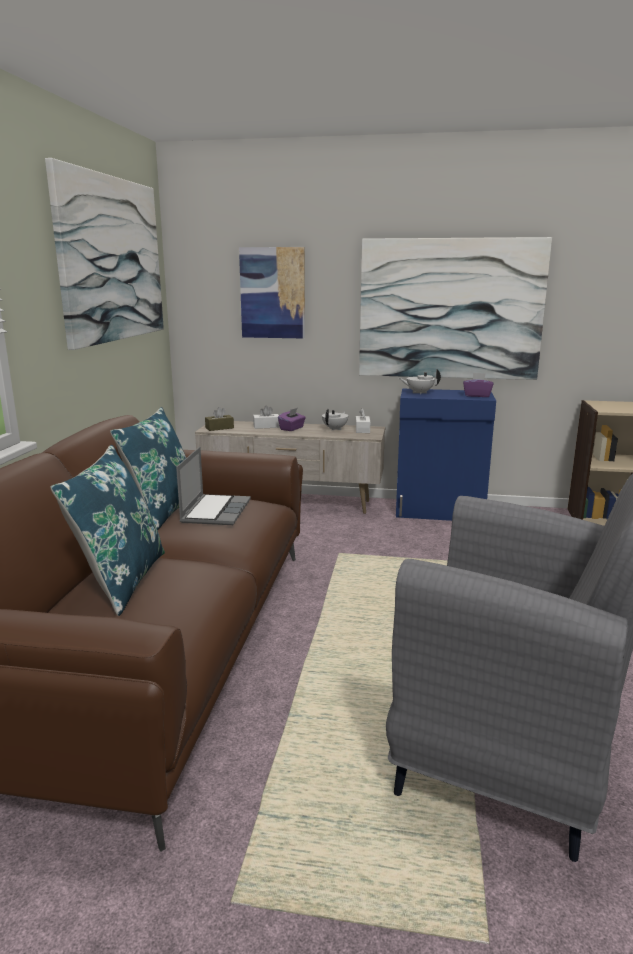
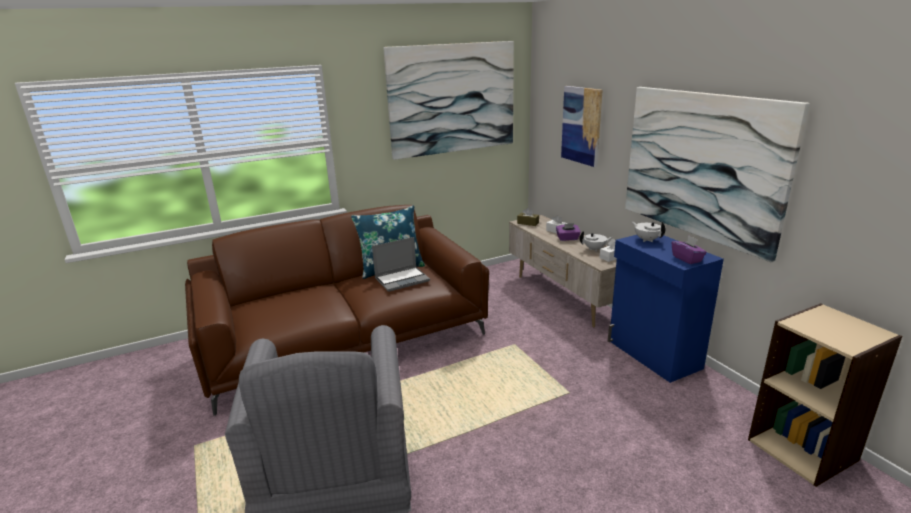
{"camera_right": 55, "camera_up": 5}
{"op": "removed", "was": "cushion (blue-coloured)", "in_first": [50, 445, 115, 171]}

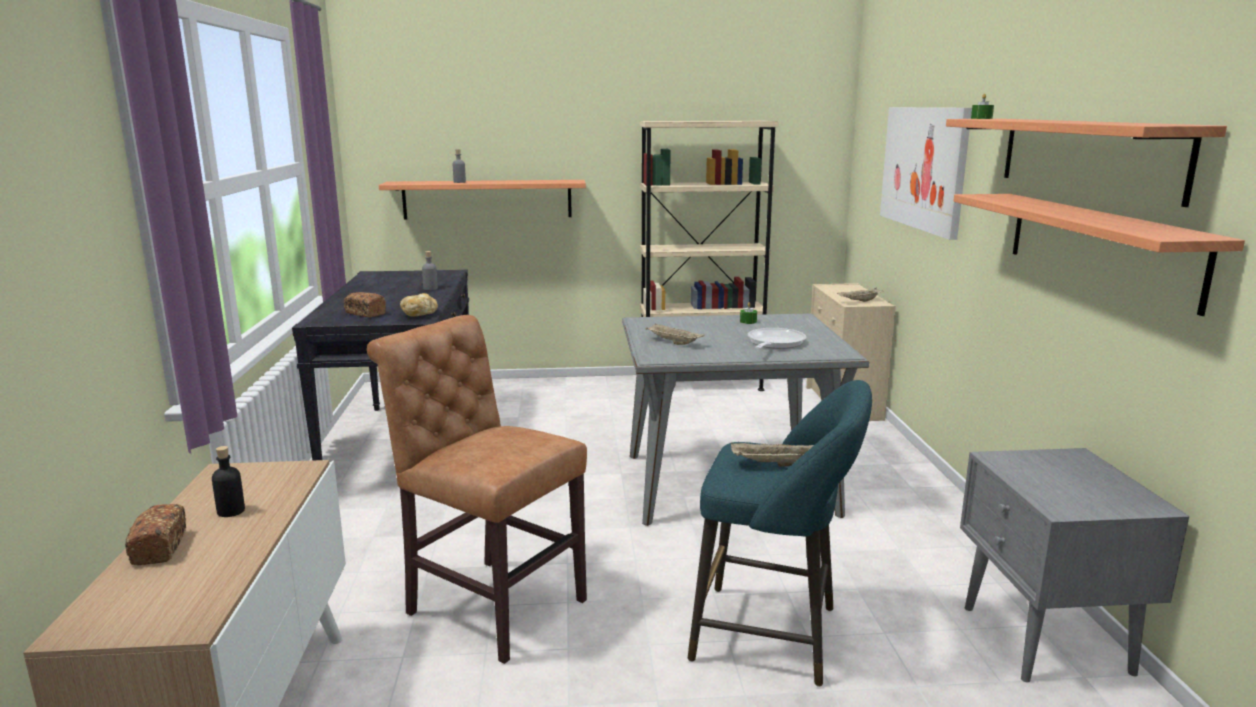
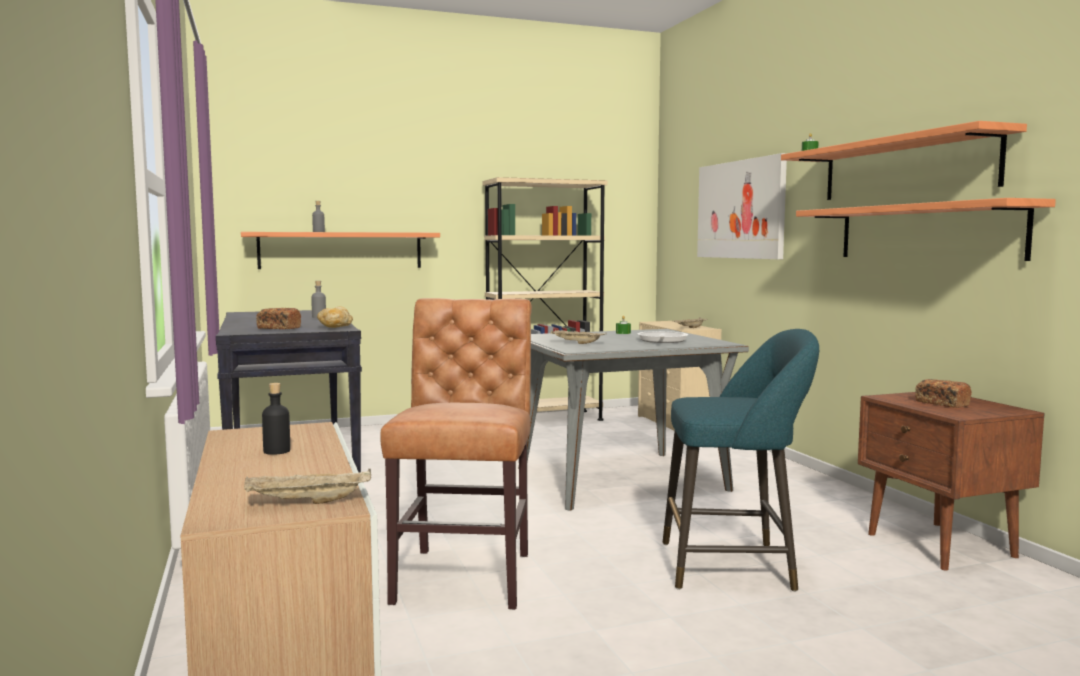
{"camera_right": -15, "camera_up": -10}
{"op": "turned", "was": "upright chair (brown-coloured)", "in_first": [367, 315, 220, 349], "in_second": [380, 298, 152, 312], "clockwise": 75}
{"op": "moved", "was": "tray (beige-coloured)", "in_first": [731, 443, 83, 24], "in_second": [244, 469, 127, 35]}
{"op": "recoloured", "was": "night table (greyish)", "now": "night table (brown-coloured)", "in_first": [960, 448, 229, 234], "in_second": [858, 392, 187, 179]}
{"op": "moved", "was": "bakery bread", "in_first": [125, 504, 61, 61], "in_second": [915, 379, 57, 29]}

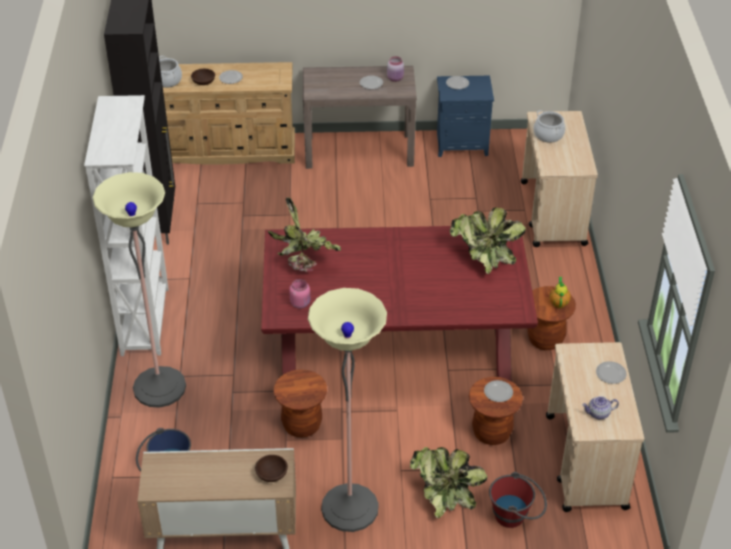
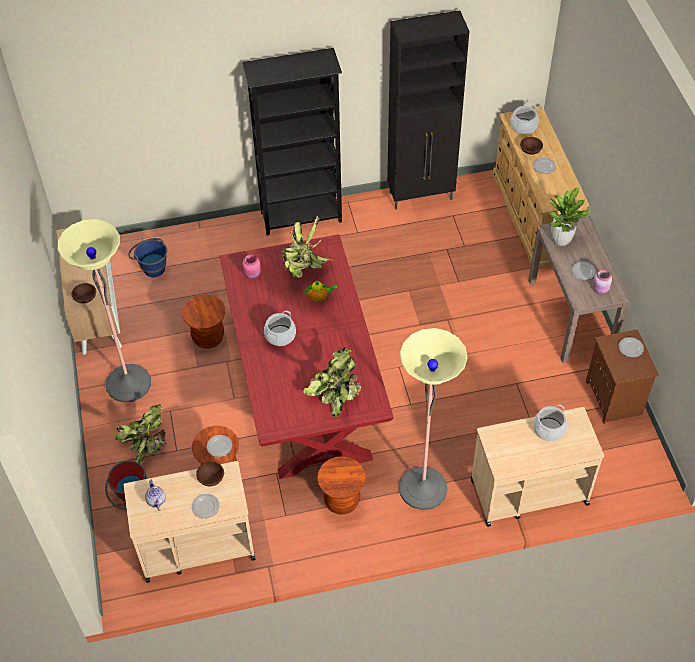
{"camera_right": 80, "camera_up": 10}
{"op": "recoloured", "was": "night table (blue-coloured)", "now": "night table (brown-coloured)", "in_first": [437, 76, 57, 81], "in_second": [586, 329, 73, 95]}
{"op": "recoloured", "was": "bookshelf (whitish)", "now": "bookshelf (black-coloured)", "in_first": [84, 95, 85, 261], "in_second": [242, 48, 100, 187]}
{"op": "moved", "was": "standing lamp", "in_first": [93, 172, 93, 236], "in_second": [399, 328, 69, 182]}
{"op": "moved", "was": "pot for tea", "in_first": [550, 277, 21, 31], "in_second": [304, 281, 33, 22]}
{"op": "added", "now": "houseplant", "in_second": [549, 187, 41, 59]}
{"op": "added", "now": "cooking pot", "in_second": [264, 310, 32, 36]}
{"op": "added", "now": "bowl (brown-coloured)", "in_second": [196, 461, 28, 25]}

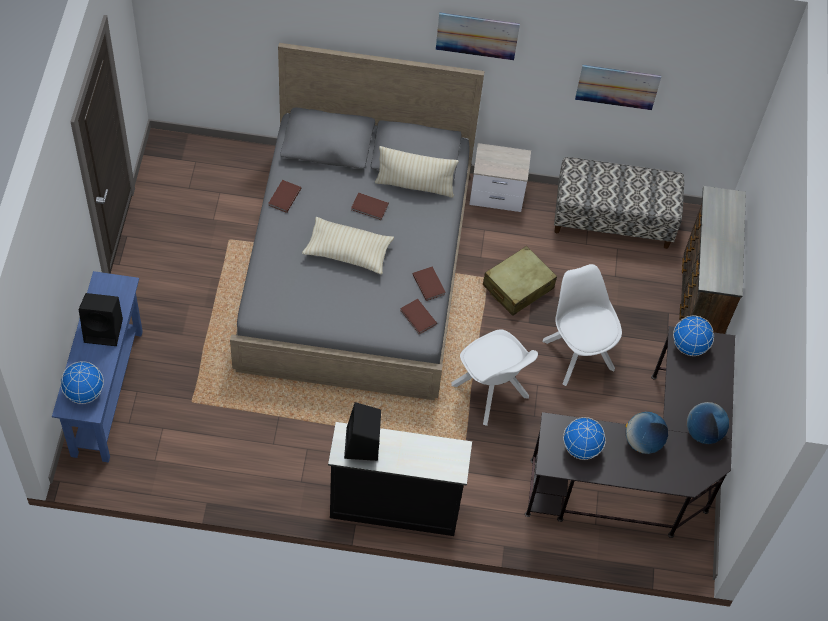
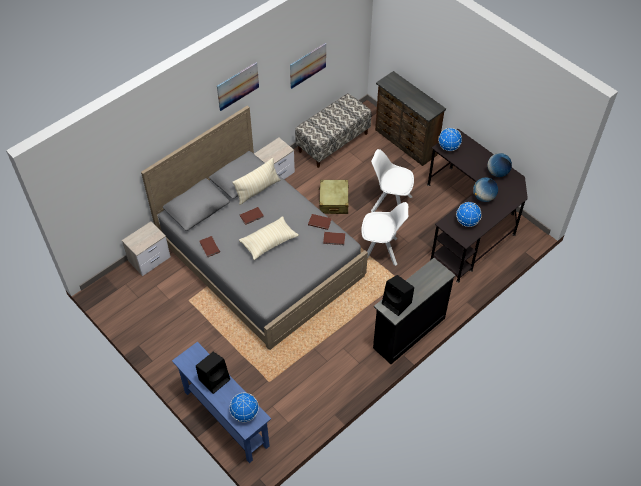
{"camera_right": -45, "camera_up": -5}
{"op": "added", "now": "night table", "in_second": [122, 221, 49, 55]}

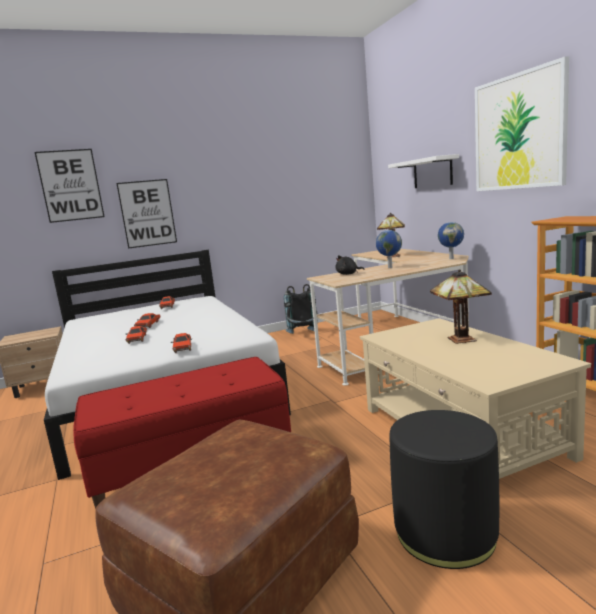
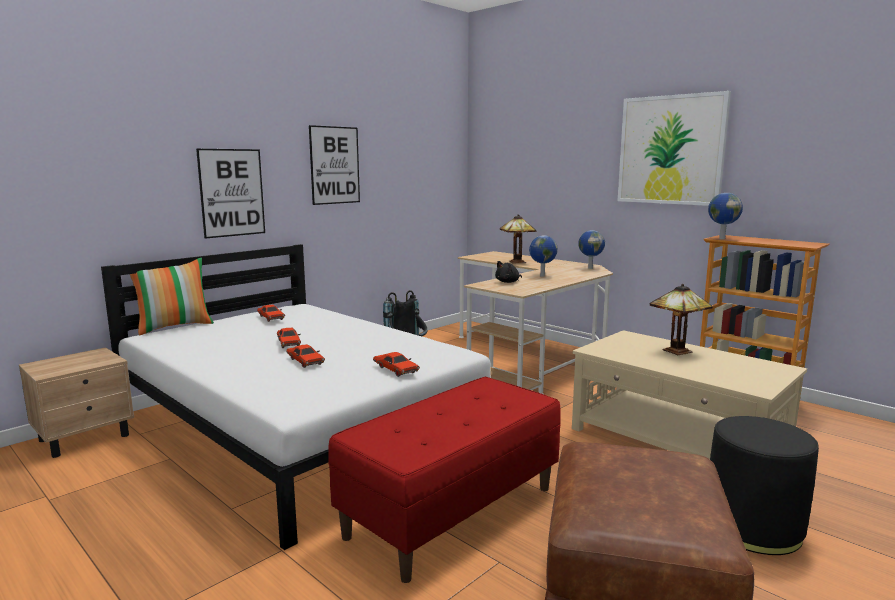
{"camera_right": -25, "camera_up": 0}
{"op": "moved", "was": "picture", "in_first": [35, 149, 70, 74], "in_second": [309, 125, 51, 80]}
{"op": "removed", "was": "shelf (whitish)", "in_first": [388, 154, 71, 34]}
{"op": "added", "now": "world globe", "in_second": [708, 193, 35, 46]}
{"op": "added", "now": "cushion", "in_second": [130, 258, 84, 77]}

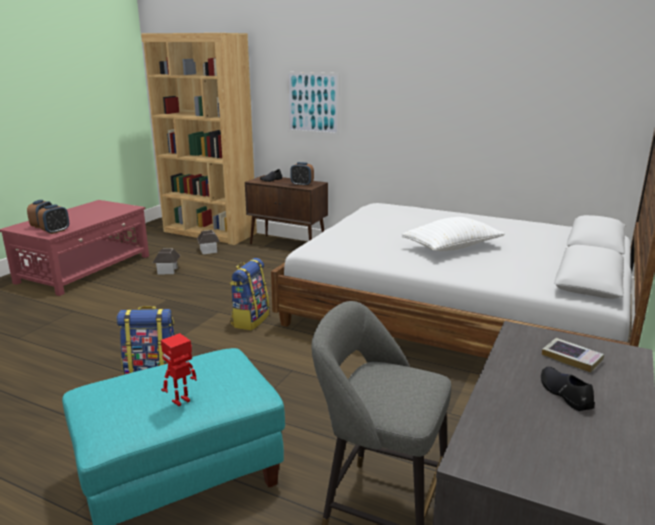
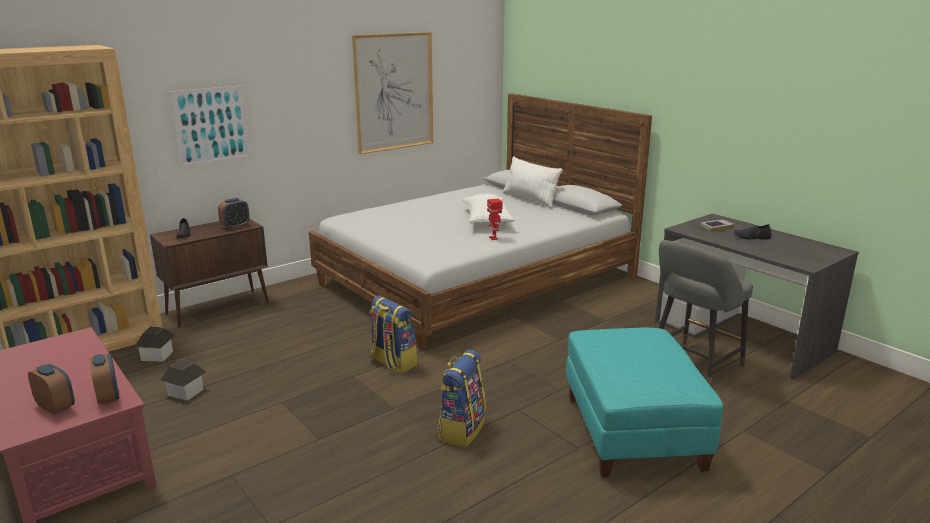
{"camera_right": -65, "camera_up": 0}
{"op": "moved", "was": "robot figure", "in_first": [161, 333, 36, 73], "in_second": [487, 198, 16, 42]}
{"op": "added", "now": "picture", "in_second": [352, 32, 81, 122]}
{"op": "added", "now": "cushion (whitish)", "in_second": [503, 156, 60, 52]}

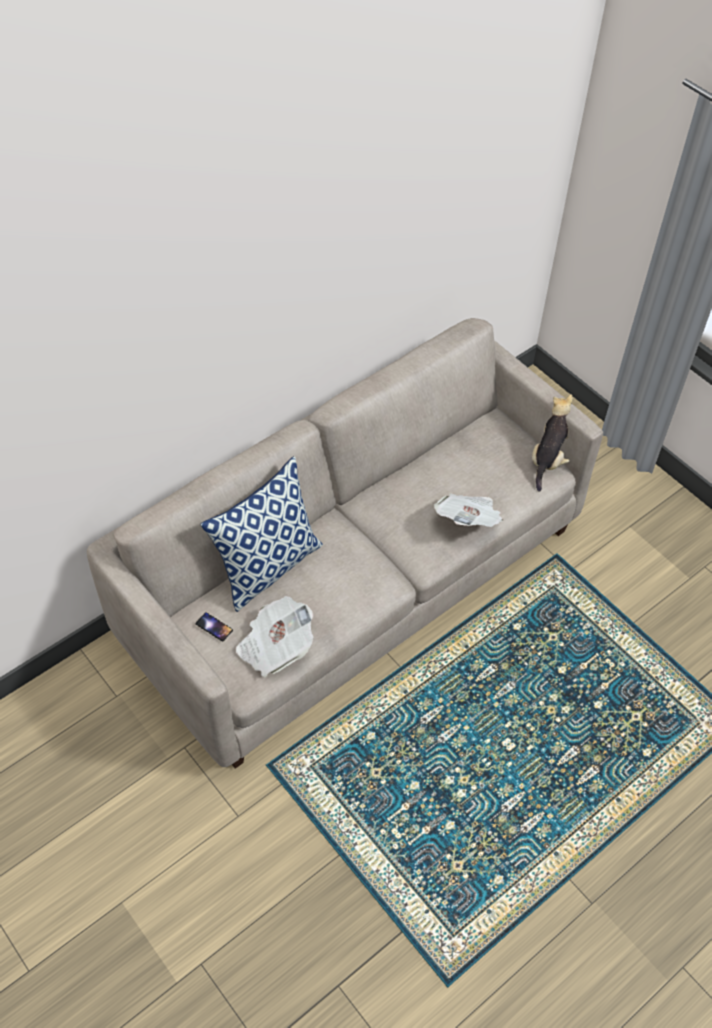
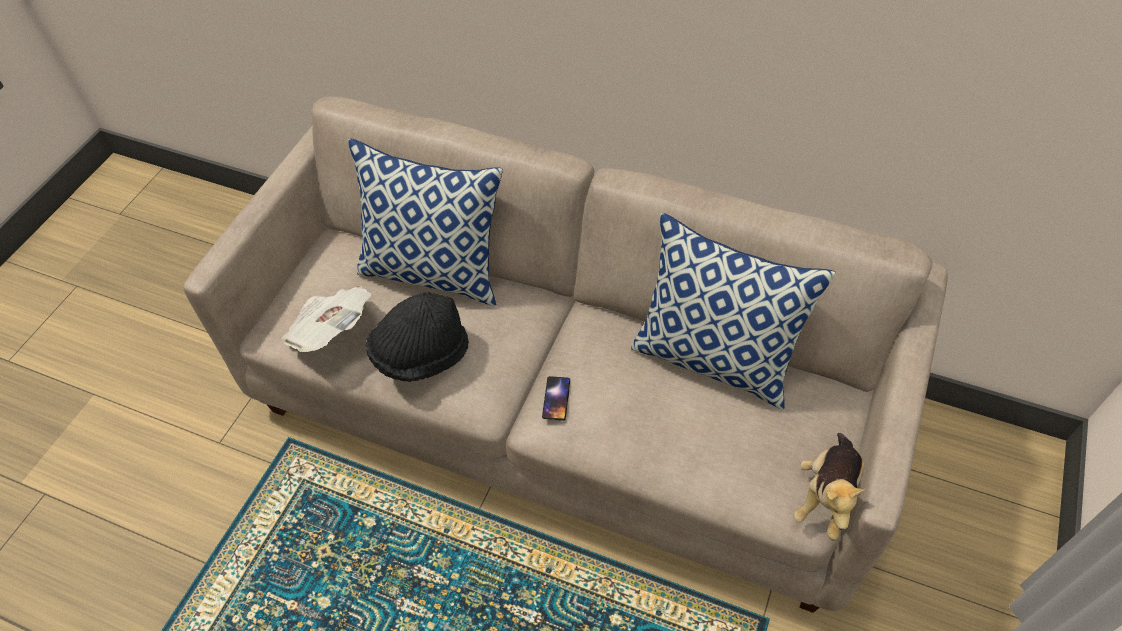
{"camera_right": 65, "camera_up": 0}
{"op": "turned", "was": "plush toy", "in_first": [532, 394, 41, 98], "in_second": [793, 433, 73, 108], "clockwise": 120}
{"op": "removed", "was": "newspaper", "in_first": [434, 493, 69, 34]}
{"op": "moved", "was": "telephone", "in_first": [196, 612, 37, 29], "in_second": [542, 376, 28, 44]}
{"op": "added", "now": "cushion", "in_second": [631, 213, 205, 196]}
{"op": "added", "now": "wearable hat (black-coloured)", "in_second": [366, 293, 103, 89]}

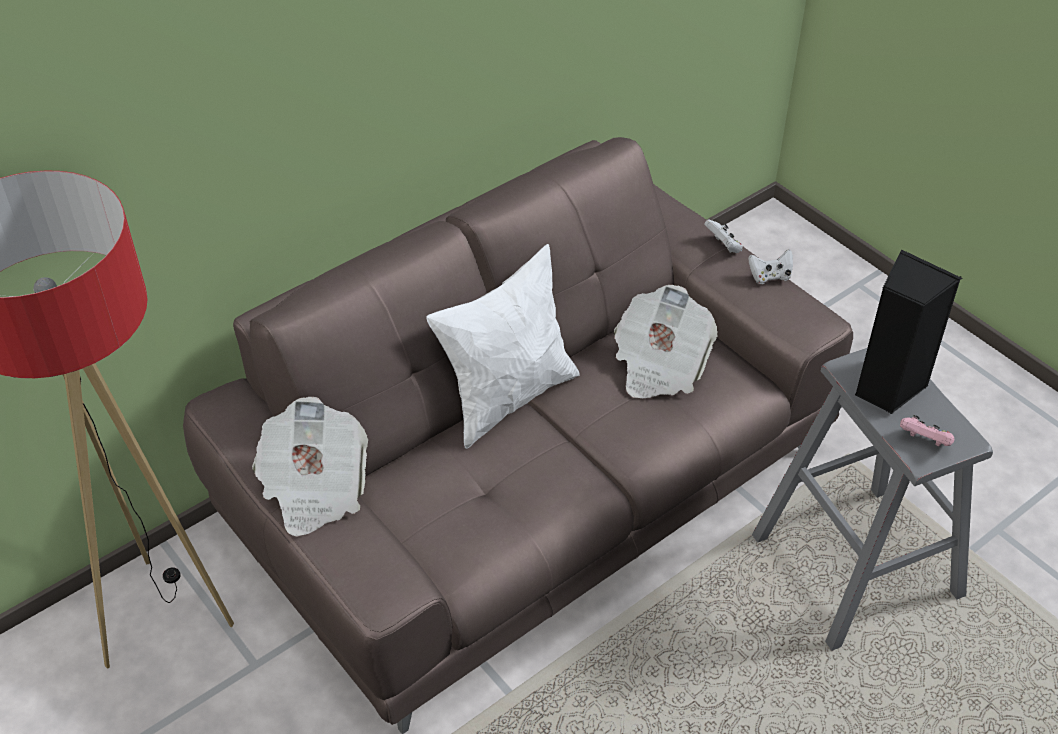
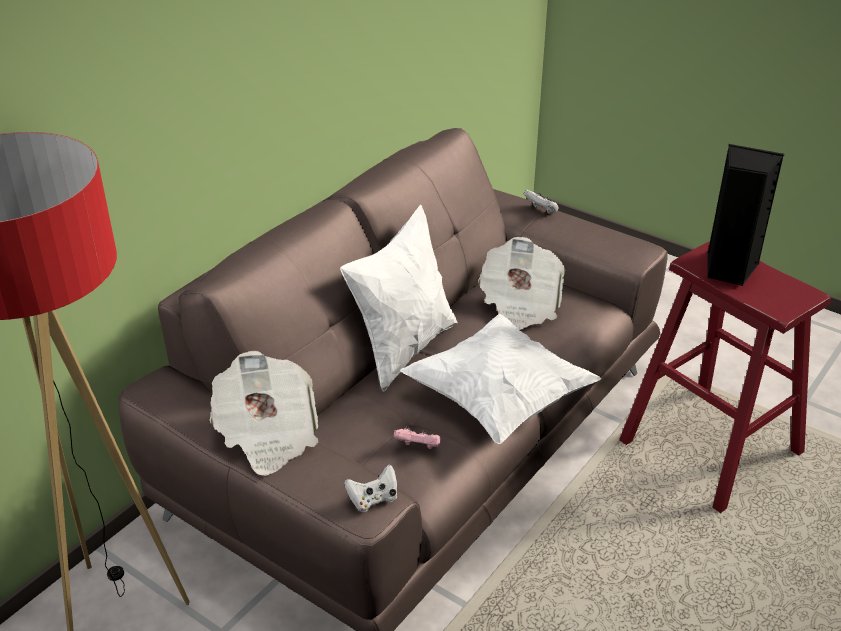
{"camera_right": -15, "camera_up": -10}
{"op": "moved", "was": "game controller (whitish)", "in_first": [748, 249, 45, 35], "in_second": [344, 464, 53, 48]}
{"op": "recoloured", "was": "stool (greyish)", "now": "stool (red-coloured)", "in_first": [752, 348, 241, 303], "in_second": [619, 241, 212, 272]}
{"op": "moved", "was": "game controller (pinkish)", "in_first": [900, 415, 54, 31], "in_second": [394, 426, 47, 23]}
{"op": "added", "now": "cushion (whitish)", "in_second": [400, 314, 201, 130]}

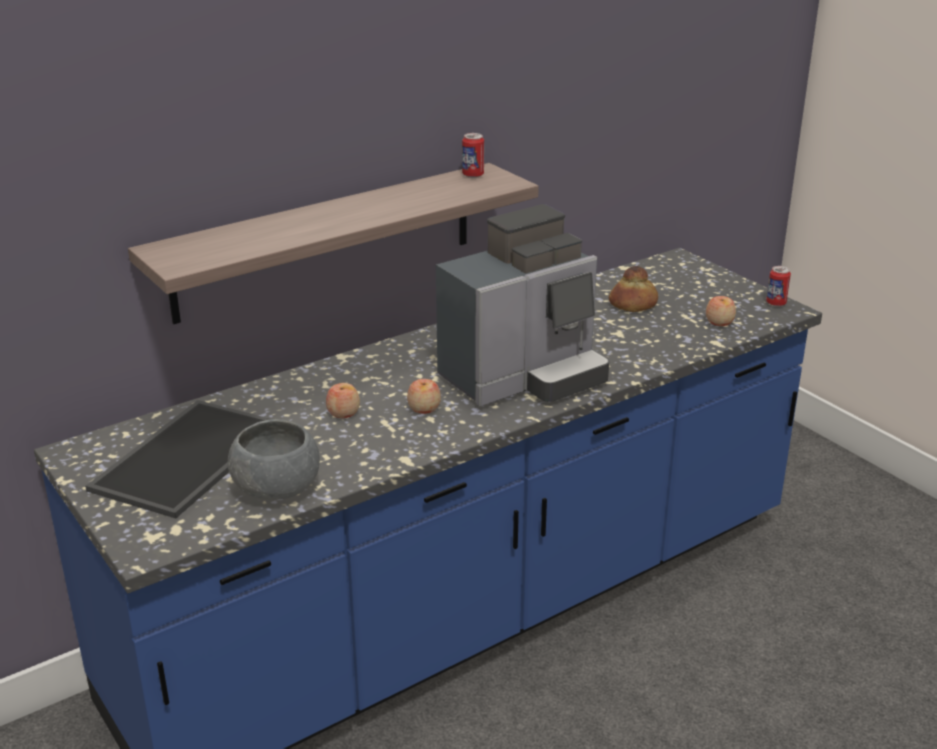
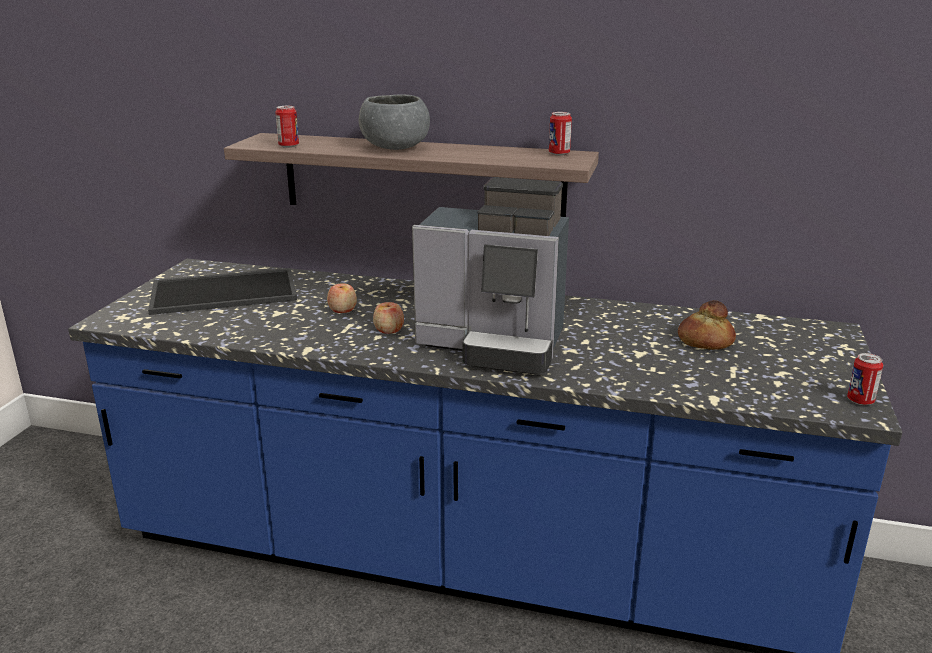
{"camera_right": 50, "camera_up": -5}
{"op": "removed", "was": "apple", "in_first": [706, 296, 30, 30]}
{"op": "moved", "was": "bowl (greyish)", "in_first": [228, 419, 92, 80], "in_second": [359, 94, 71, 56]}
{"op": "added", "now": "metal can", "in_second": [275, 106, 24, 42]}

